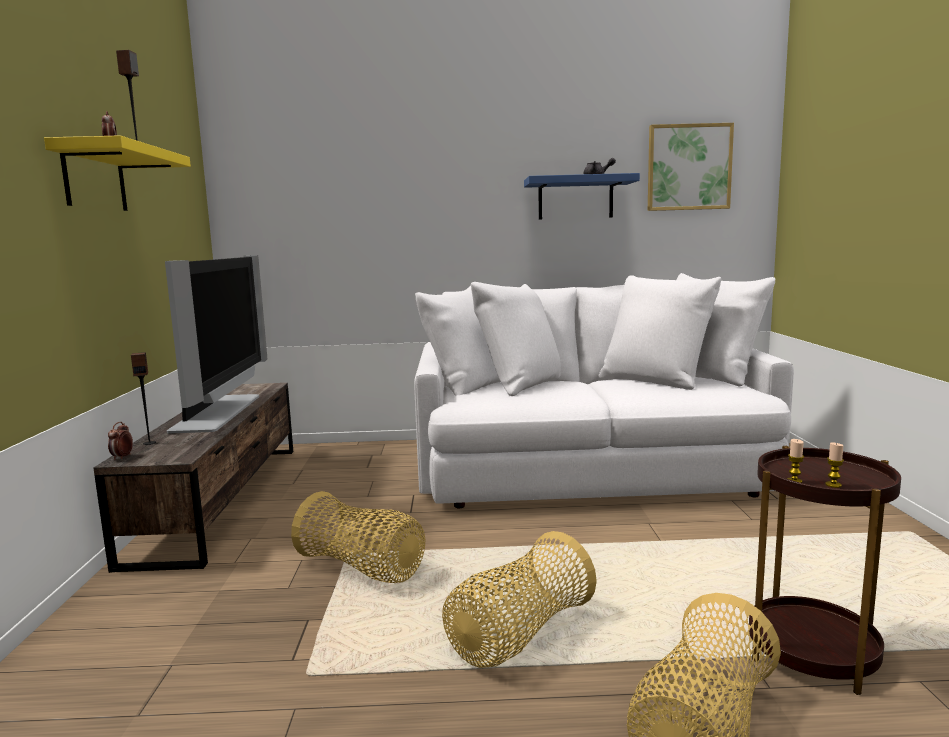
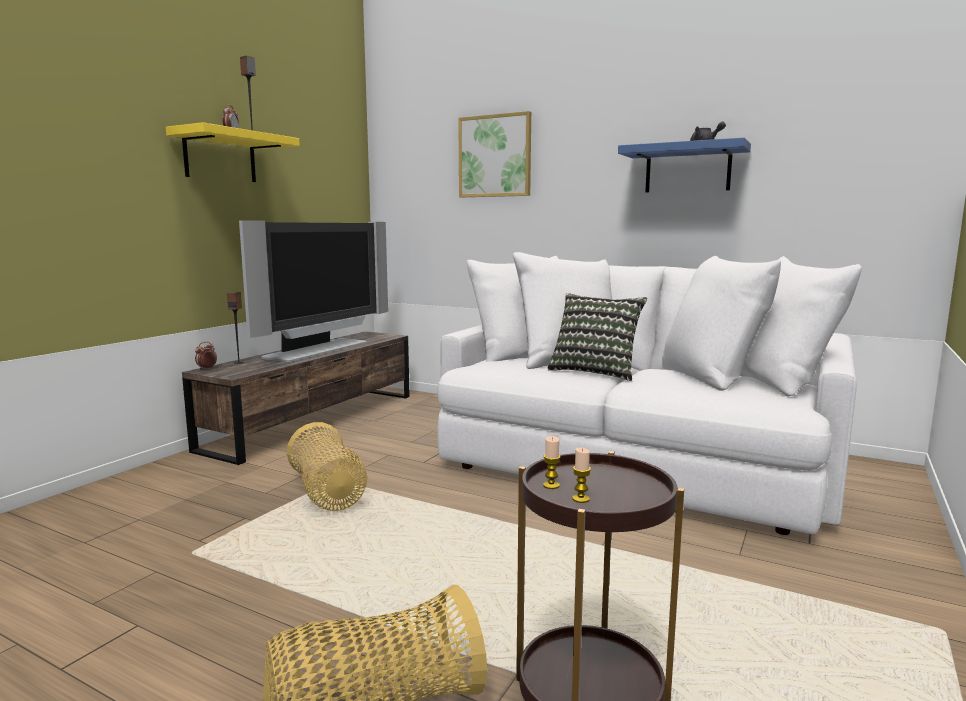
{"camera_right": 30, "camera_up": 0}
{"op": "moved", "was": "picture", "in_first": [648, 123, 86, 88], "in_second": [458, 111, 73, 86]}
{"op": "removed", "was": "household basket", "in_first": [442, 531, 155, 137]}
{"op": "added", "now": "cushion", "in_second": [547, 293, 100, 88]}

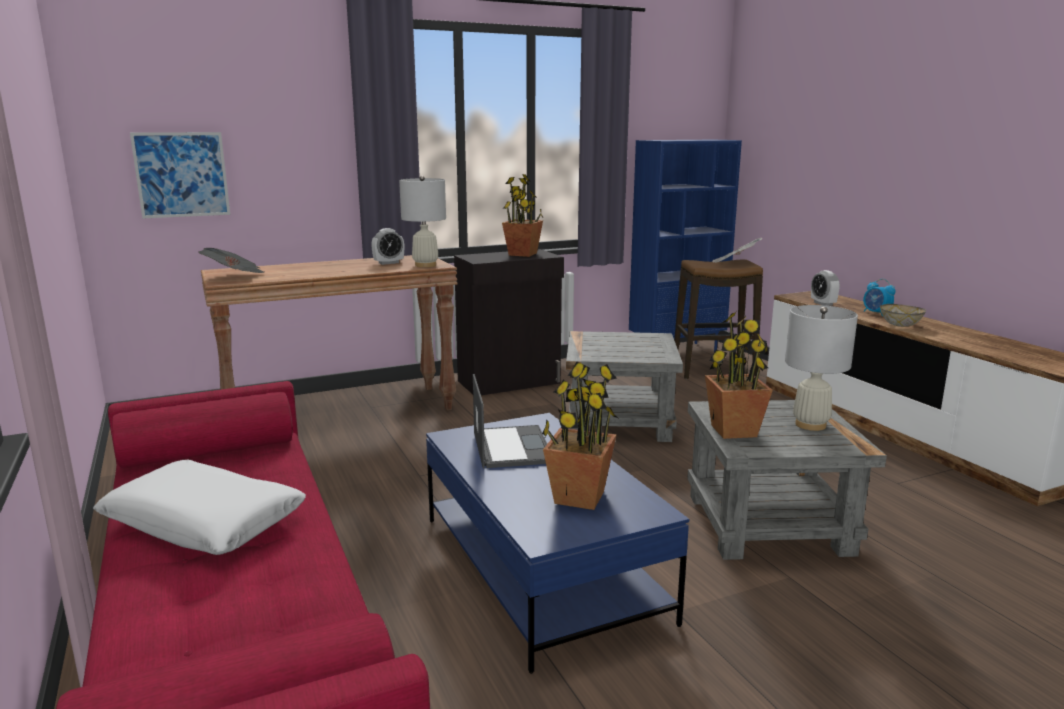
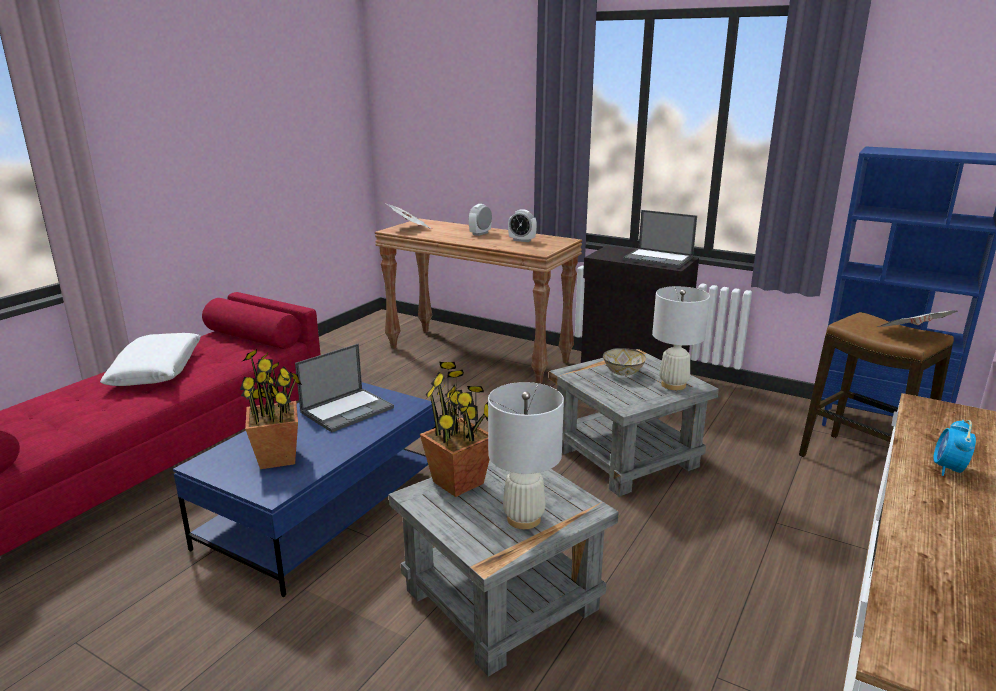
{"camera_right": 55, "camera_up": 5}
{"op": "removed", "was": "picture", "in_first": [130, 132, 100, 87]}
{"op": "replaced", "was": "houseplant", "now": "laptop", "in_first": [502, 174, 41, 83], "in_second": [623, 210, 74, 58]}
{"op": "moved", "was": "lamp for a table (whitish)", "in_first": [399, 176, 47, 91], "in_second": [652, 286, 58, 104]}
{"op": "moved", "was": "alarm clock", "in_first": [811, 270, 29, 36], "in_second": [468, 204, 24, 32]}
{"op": "moved", "was": "bowl", "in_first": [880, 304, 46, 23], "in_second": [603, 348, 43, 28]}

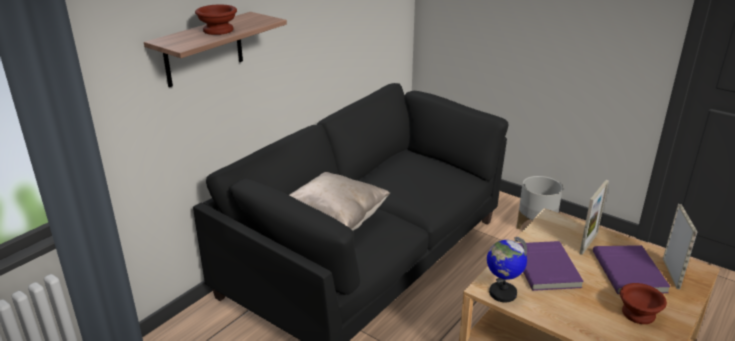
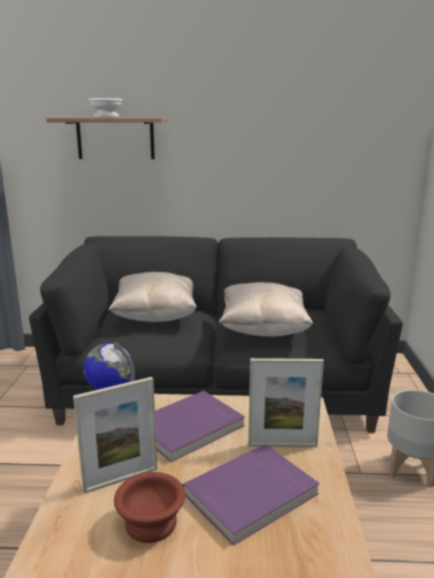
{"camera_right": 55, "camera_up": -10}
{"op": "recoloured", "was": "bowl (brown-coloured)", "now": "bowl (whitish)", "in_first": [195, 5, 42, 30], "in_second": [89, 98, 34, 19]}
{"op": "moved", "was": "picture frame", "in_first": [663, 204, 34, 85], "in_second": [73, 377, 84, 117]}
{"op": "added", "now": "cushion (beige-coloured)", "in_second": [219, 282, 94, 54]}

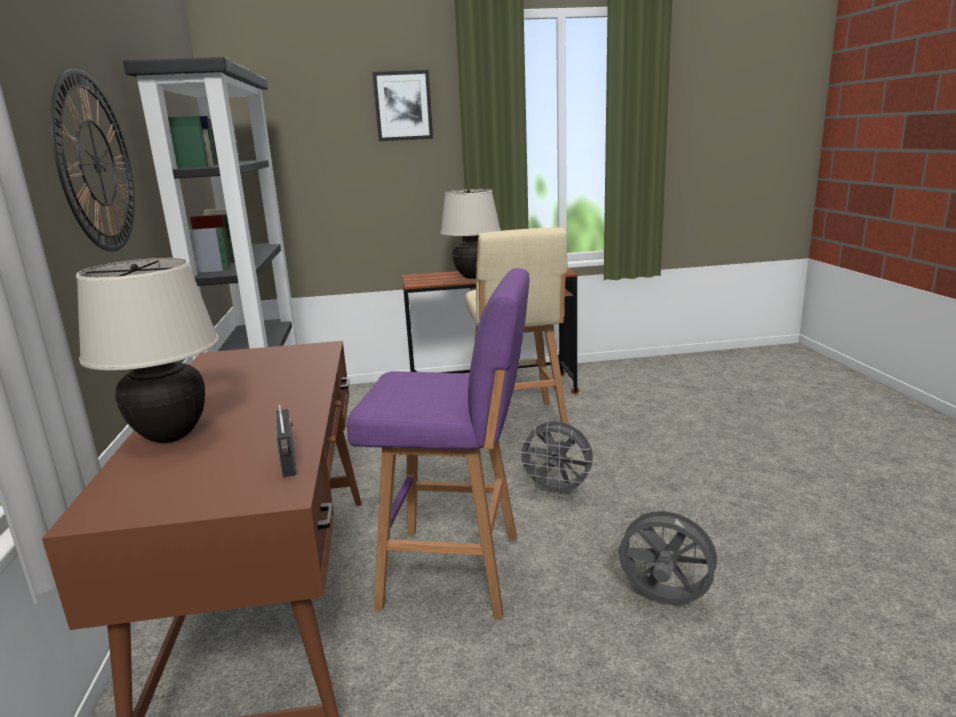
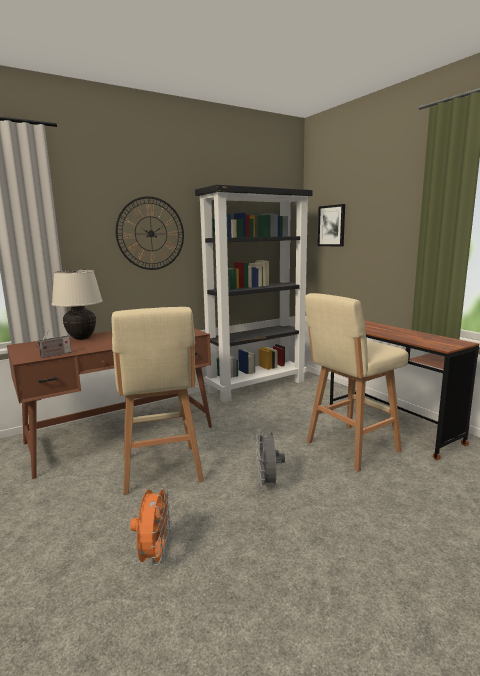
{"camera_right": 65, "camera_up": -5}
{"op": "moved", "was": "picture", "in_first": [373, 70, 60, 71], "in_second": [318, 204, 27, 42]}
{"op": "removed", "was": "lamp for a table (beige-coloured)", "in_first": [440, 189, 61, 90]}
{"op": "recoloured", "was": "stool (purple)", "now": "stool (beige-coloured)", "in_first": [347, 268, 182, 352], "in_second": [112, 307, 92, 188]}
{"op": "recoloured", "was": "electric fan (greyish)", "now": "electric fan (orangey)", "in_first": [618, 503, 107, 101], "in_second": [130, 485, 42, 81]}

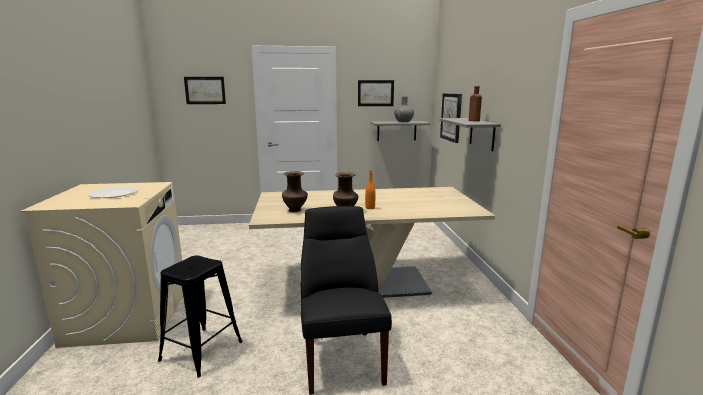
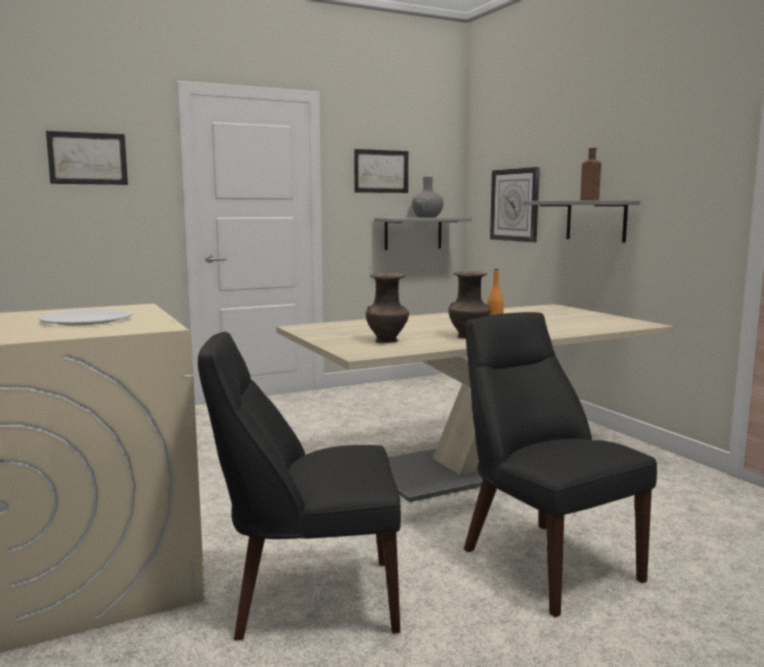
{"camera_right": -20, "camera_up": -5}
{"op": "replaced", "was": "stool (black-coloured)", "now": "upright chair (black-coloured)", "in_first": [158, 255, 85, 123], "in_second": [198, 332, 203, 309]}

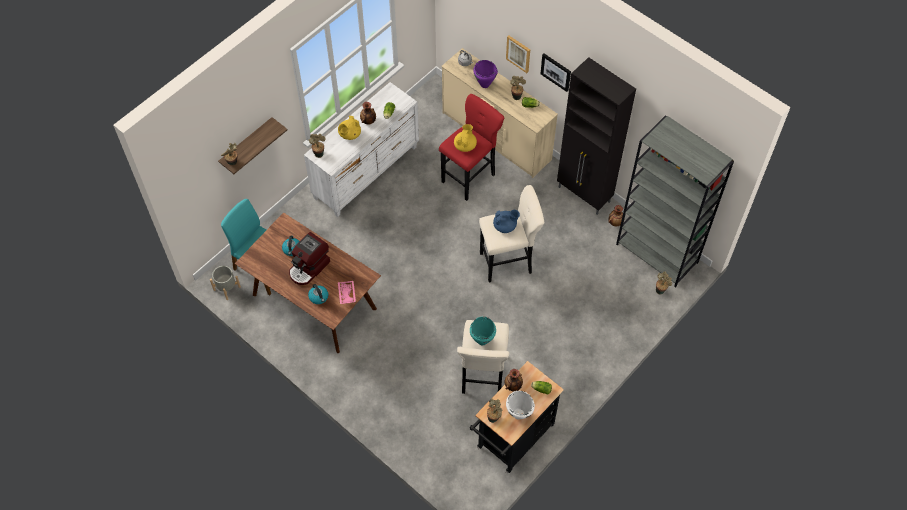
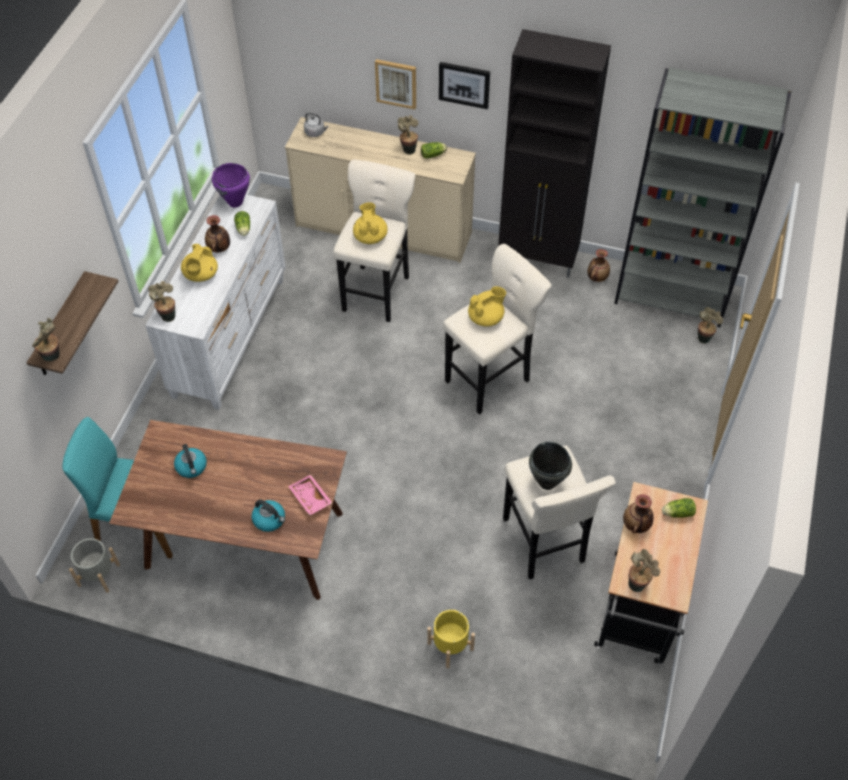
{"camera_right": -25, "camera_up": -5}
{"op": "moved", "was": "cooking pot (purple)", "in_first": [473, 60, 25, 28], "in_second": [212, 163, 38, 44]}
{"op": "recoloured", "was": "stool (red-coloured)", "now": "stool (beige-coloured)", "in_first": [439, 94, 65, 107], "in_second": [333, 160, 82, 162]}
{"op": "recoloured", "was": "pot for tea (blue-coloured)", "now": "pot for tea (yellow)", "in_first": [493, 210, 27, 23], "in_second": [468, 286, 38, 40]}
{"op": "removed", "was": "coffee maker", "in_first": [289, 232, 41, 53]}
{"op": "recoloured", "was": "cooking pot (turquoise)", "now": "cooking pot (black-coloured)", "in_first": [470, 316, 26, 29], "in_second": [529, 441, 43, 49]}
{"op": "removed", "was": "cooking pot (whitish)", "in_first": [506, 391, 29, 29]}
{"op": "added", "now": "flower pot (yellow)", "in_second": [427, 609, 48, 59]}

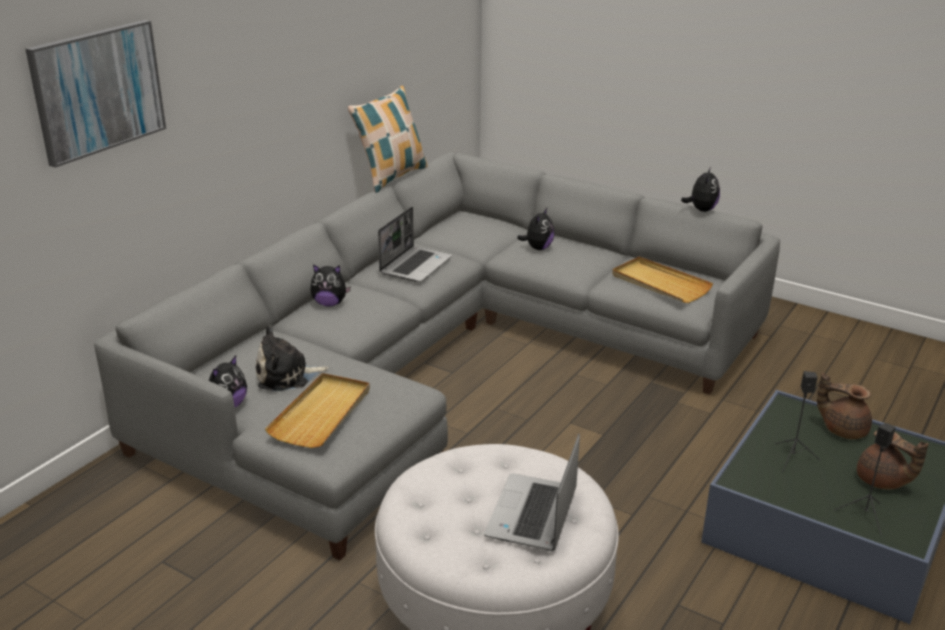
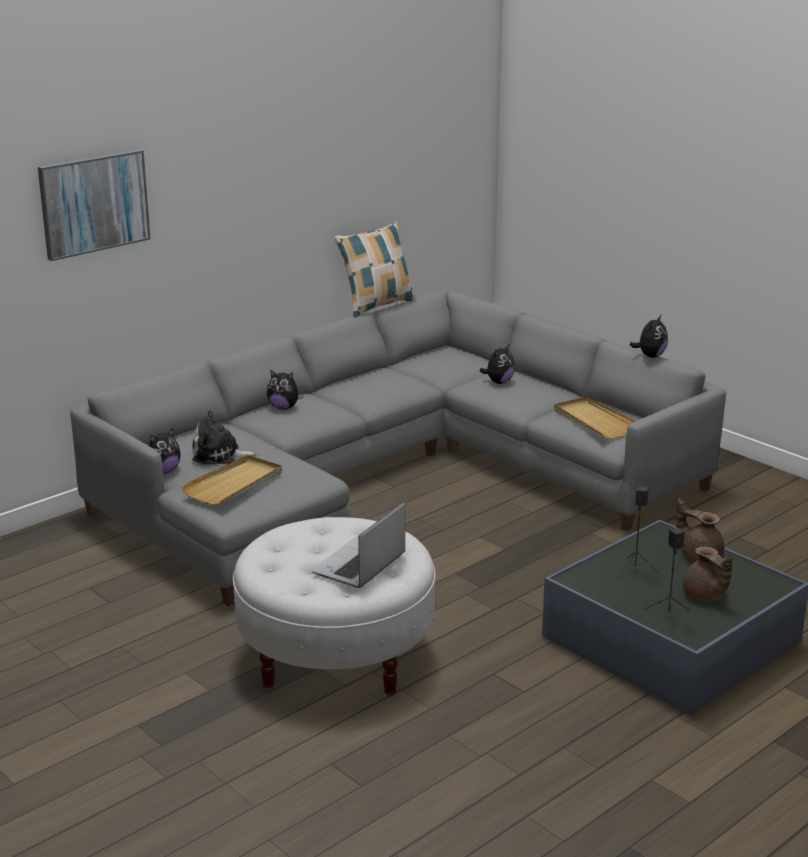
{"camera_right": 15, "camera_up": -5}
{"op": "removed", "was": "laptop", "in_first": [378, 207, 74, 75]}

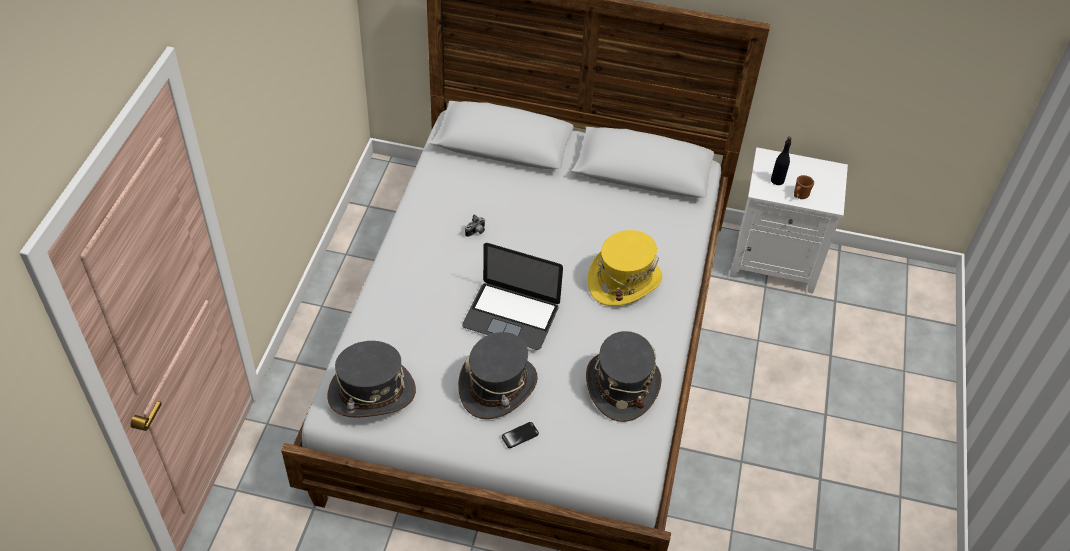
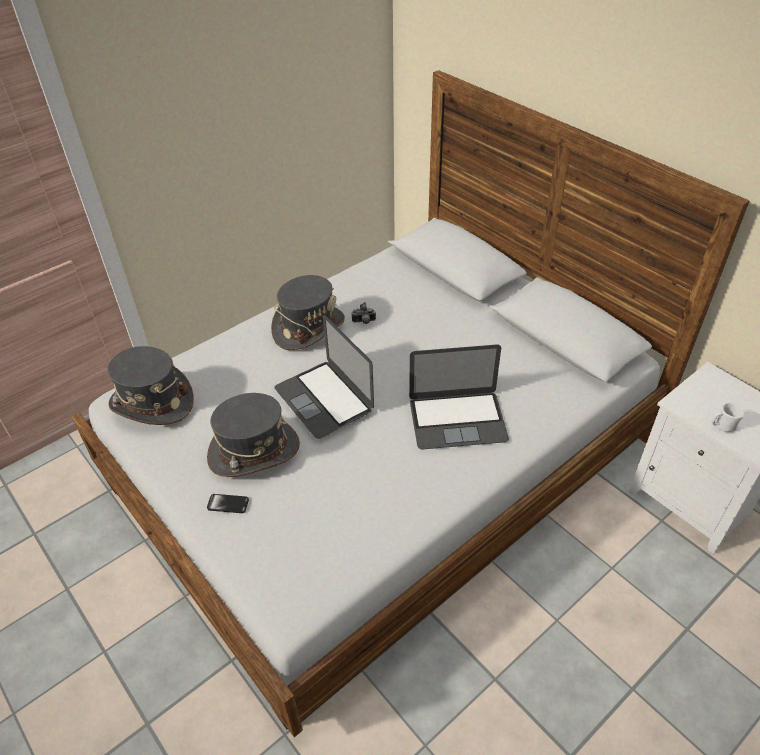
{"camera_right": 40, "camera_up": -5}
{"op": "removed", "was": "drink bottle (black-coloured)", "in_first": [771, 137, 21, 48]}
{"op": "recoloured", "was": "mug (brown-coloured)", "now": "mug (whitish)", "in_first": [794, 175, 20, 24], "in_second": [712, 402, 33, 30]}
{"op": "replaced", "was": "wearable hat (yellow)", "now": "laptop", "in_first": [588, 230, 74, 76], "in_second": [409, 345, 100, 105]}
{"op": "moved", "was": "wearable hat (greyish)", "in_first": [586, 331, 76, 91], "in_second": [271, 275, 74, 75]}

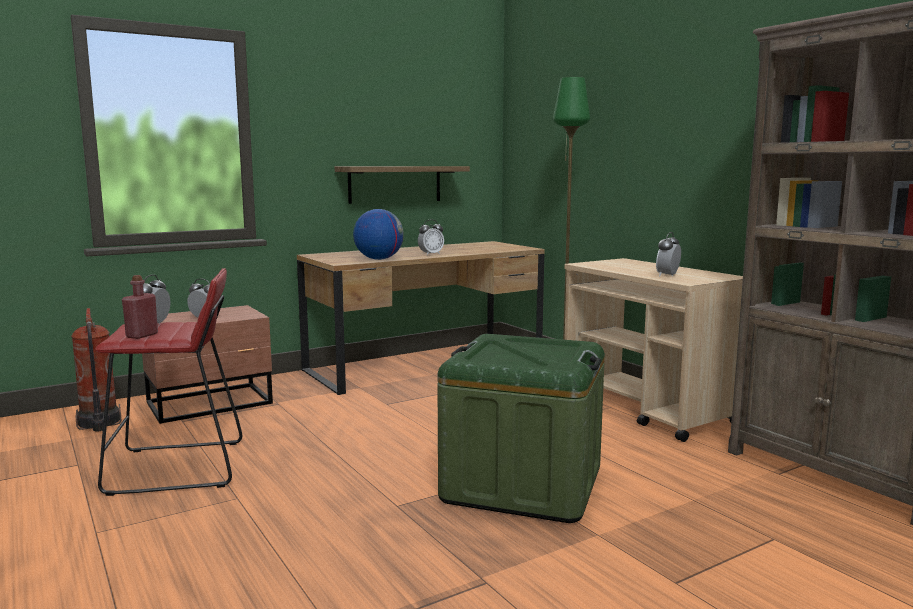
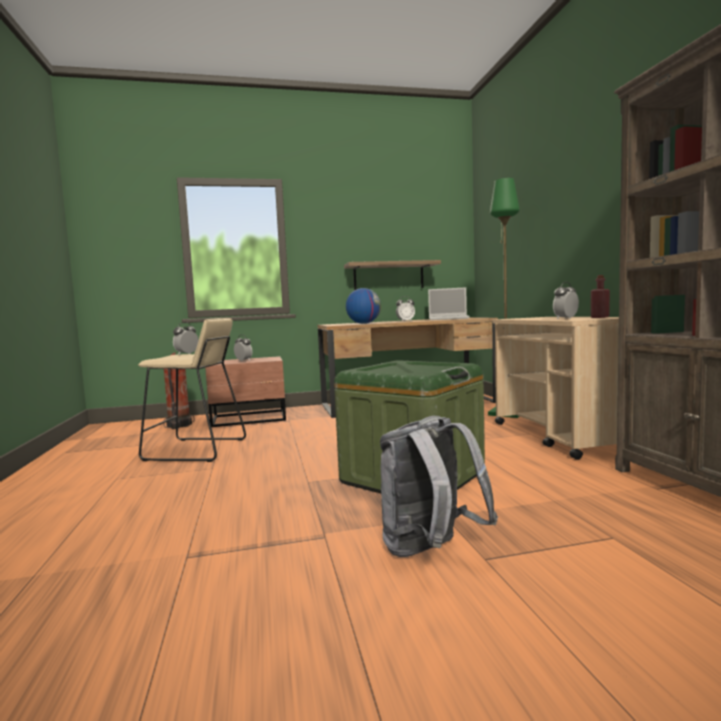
{"camera_right": 20, "camera_up": -5}
{"op": "recoloured", "was": "stool (red-coloured)", "now": "stool (beige-coloured)", "in_first": [95, 268, 147, 228], "in_second": [138, 318, 108, 144]}
{"op": "moved", "was": "drink bottle (red-coloured)", "in_first": [122, 275, 36, 64], "in_second": [591, 275, 19, 43]}
{"op": "added", "now": "laptop", "in_second": [428, 287, 41, 33]}
{"op": "added", "now": "rucksack (greyish)", "in_second": [380, 416, 118, 141]}

